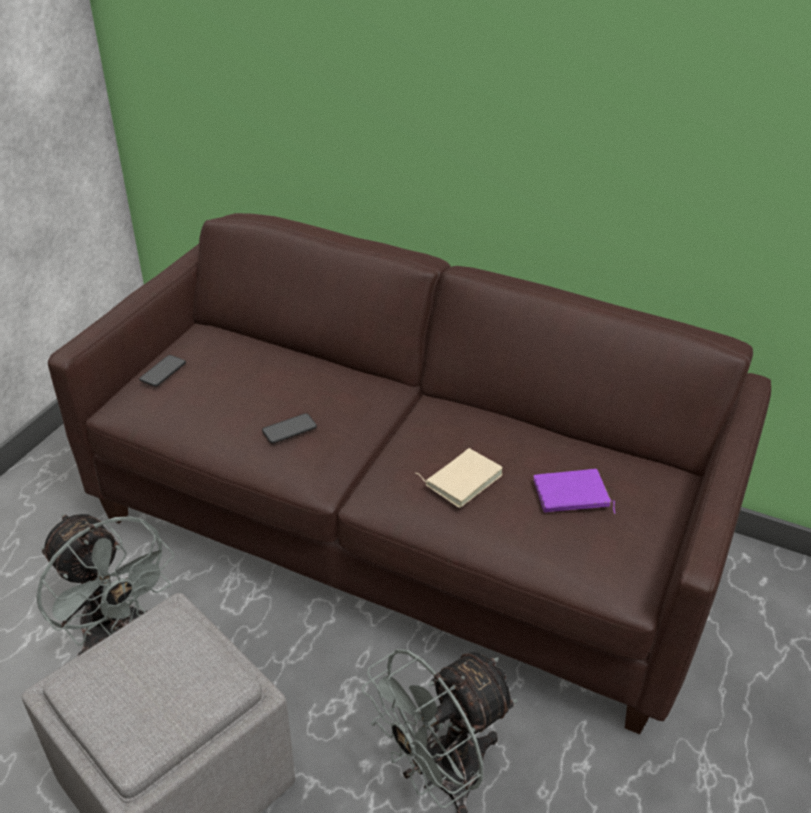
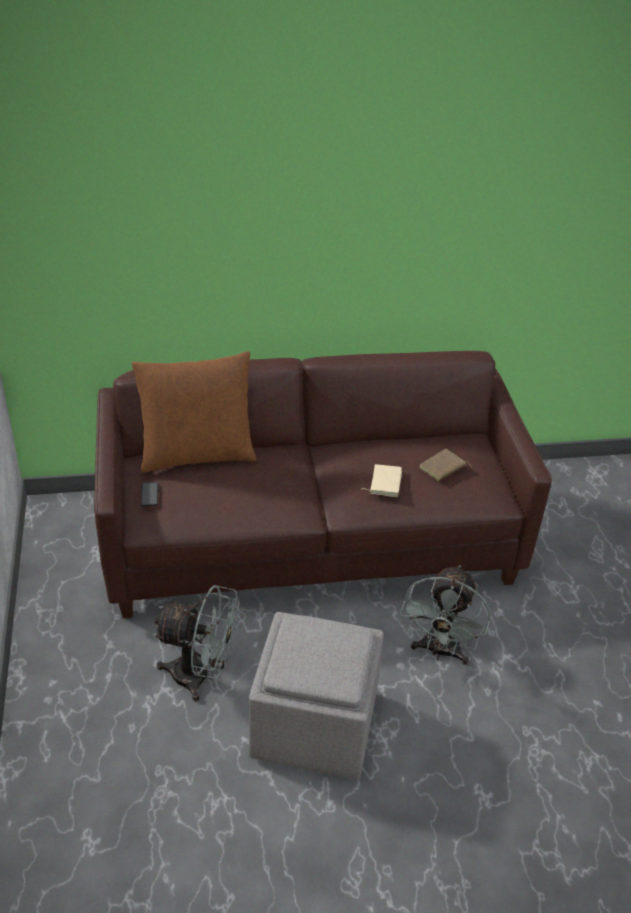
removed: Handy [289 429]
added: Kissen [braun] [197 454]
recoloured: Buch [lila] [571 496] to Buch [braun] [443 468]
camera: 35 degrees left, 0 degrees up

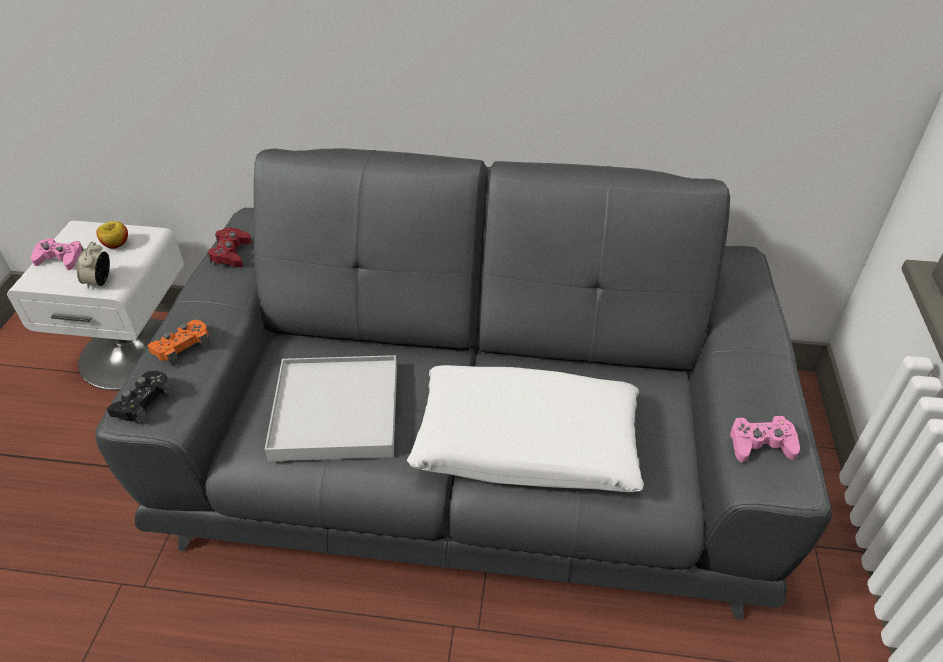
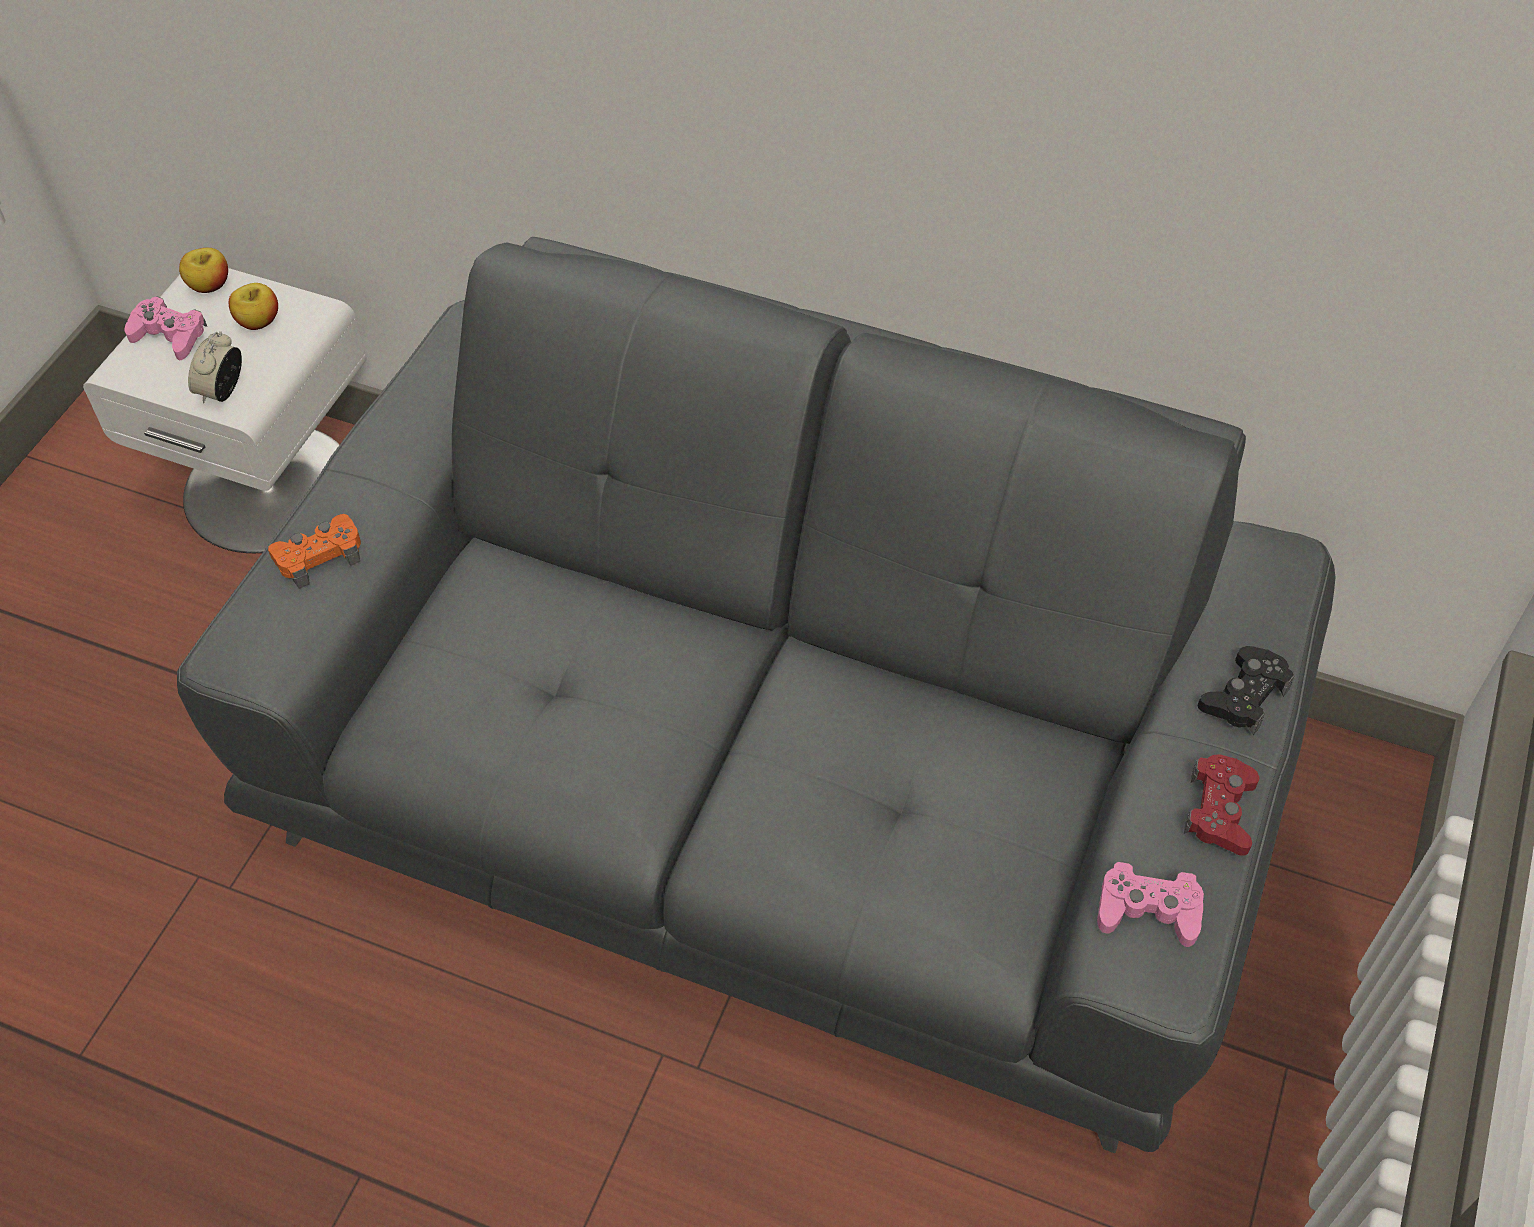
removed: Tablett [weiß] [335 412]; Kissen [weiß] [526 443]
added: Apfel [209 285]
moved: Gamepad [schwarz] [143 402] to [1244 696]; Gamepad [rot] [231 253] to [1219 811]
camera: 15 degrees right, 10 degrees up

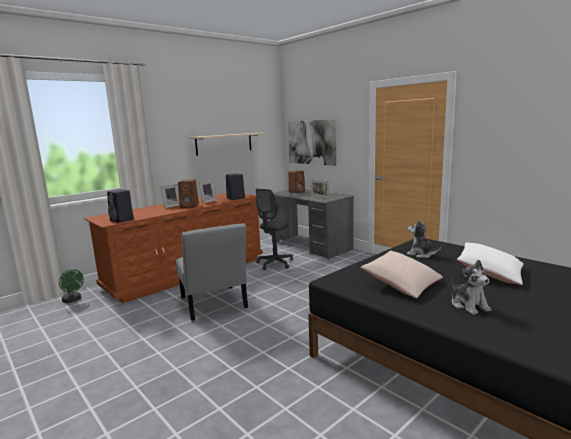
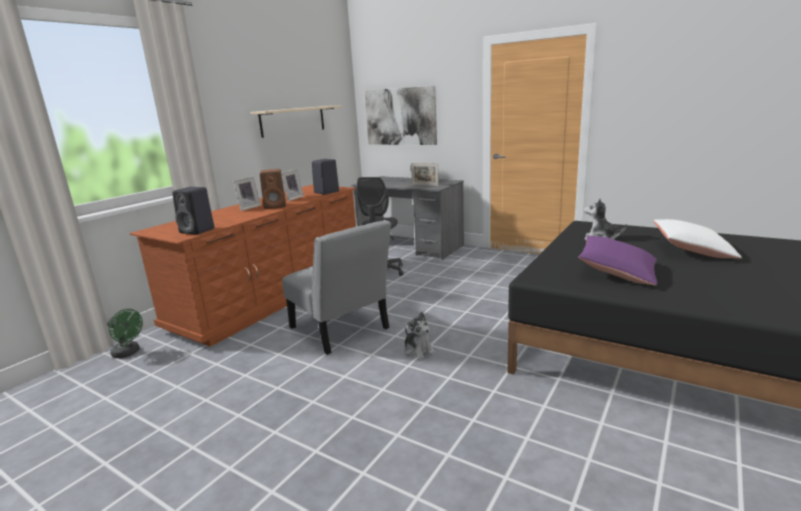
removed: Lautsprecher [braun] [297 191]
moved: Plüschtier [469 305] to [418 351]
recoloured: Kissen [beige] [401 284] to Kissen [lila] [617 272]
camera: 15 degrees left, 5 degrees up

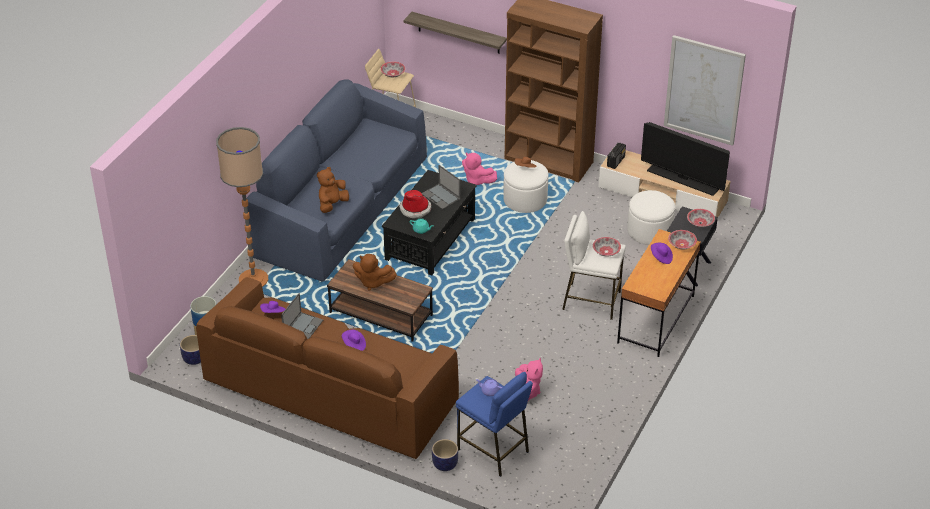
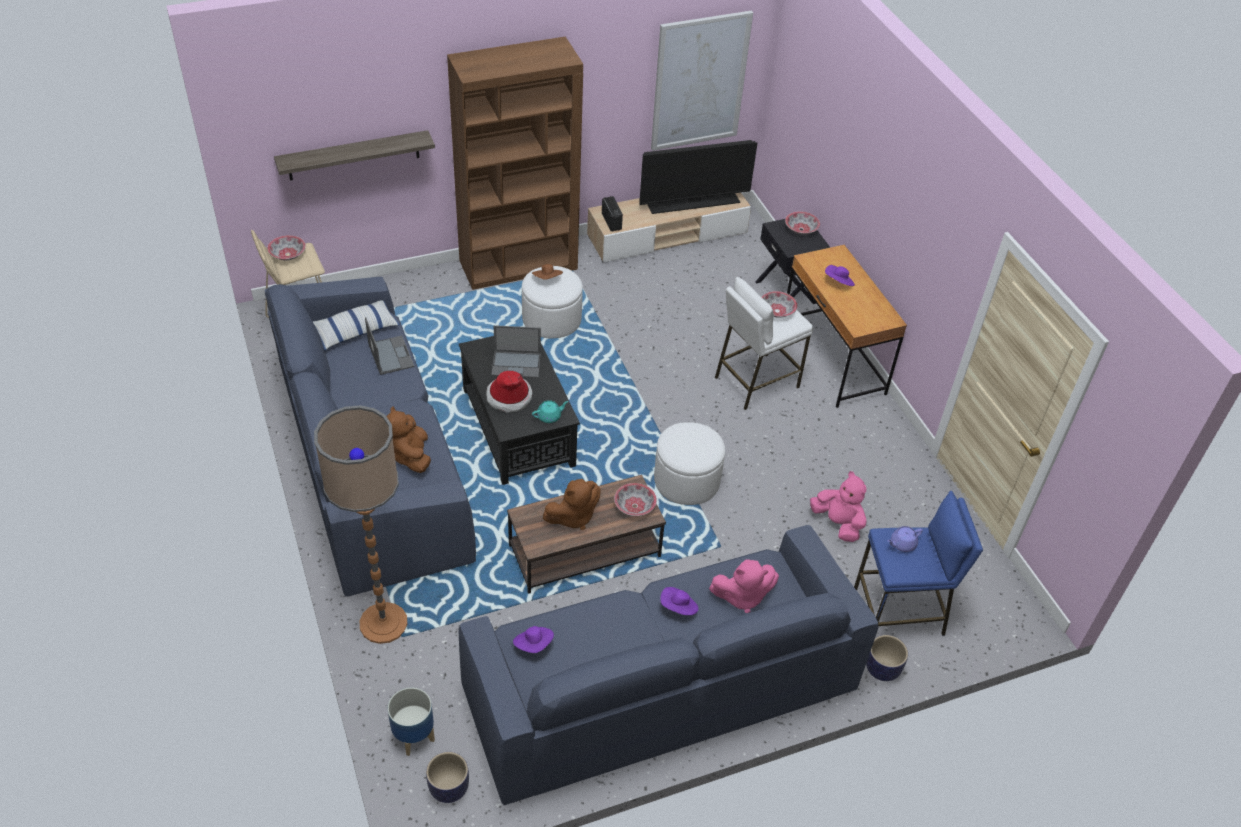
added: Kissen [355 330]
moved: Laptop [303 327] to [390 355]; Plüschtier [rosa] [477 180] to [742 596]; Polsterhocker [weiß] [649 231] to [686 480]; Schüssel [682 244] to [634 506]
recoloured: Sofa [braun] [330 391] to Sofa [blau] [660 689]
camera: 50 degrees left, 5 degrees up

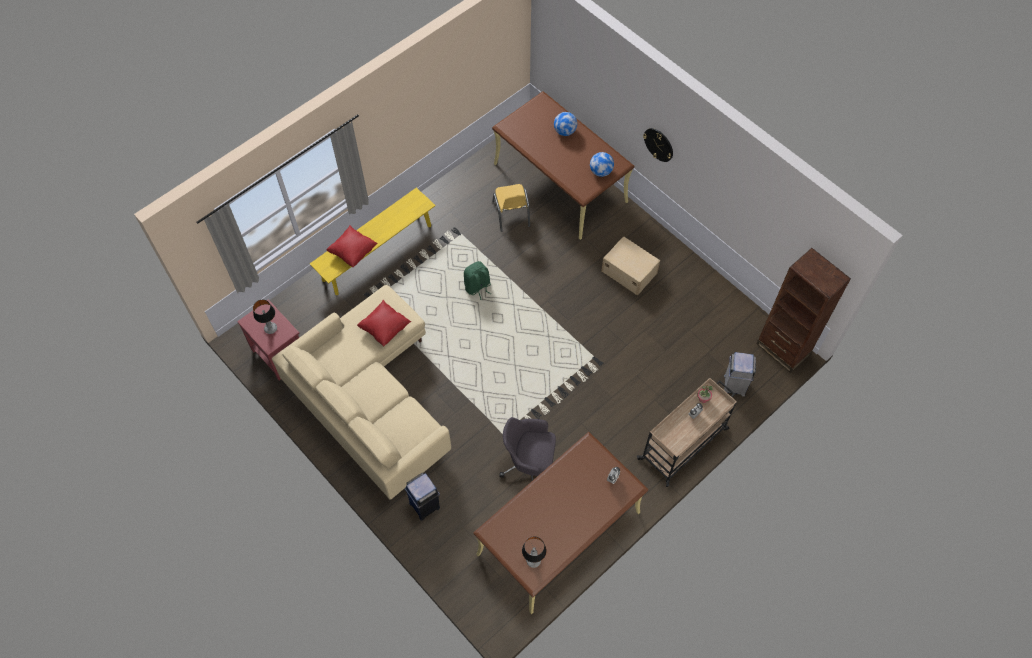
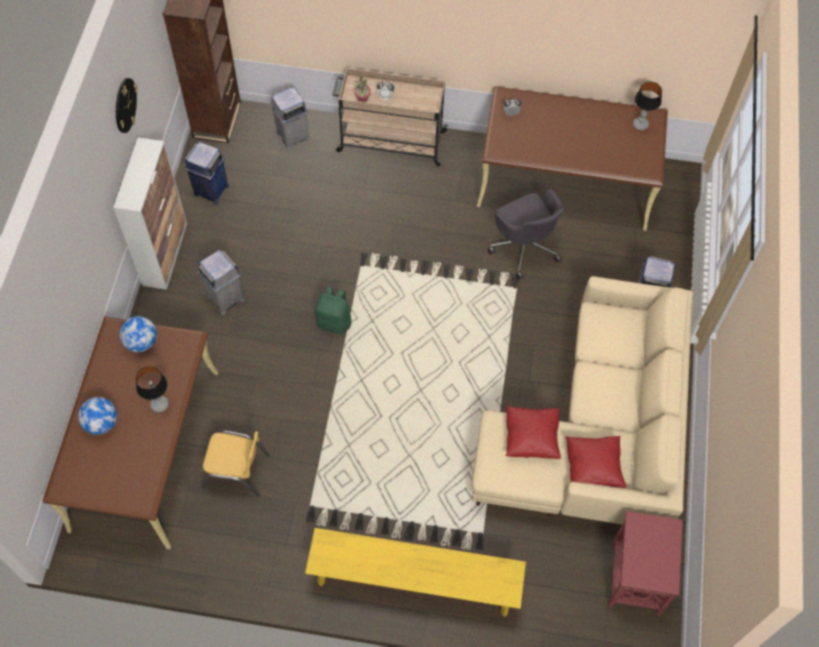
added: Schrank [165 254]; Mülleimer [blau] [211 191]
moved: Tischlampe [270 329] to [160 404]; Kissen [rot] [353 252] to [592 468]; Rucksack [grün] [477 287] to [334 322]; Wanduhr [658 144] to [125 105]
replaced: Aufbewahrungsbox [beige] [629 271] to Mülleimer [grau] [225 298]
turned: Stuhl [gelb] [511 214] = [236 470] 60 degrees clockwise
camera: 130 degrees left, 0 degrees up

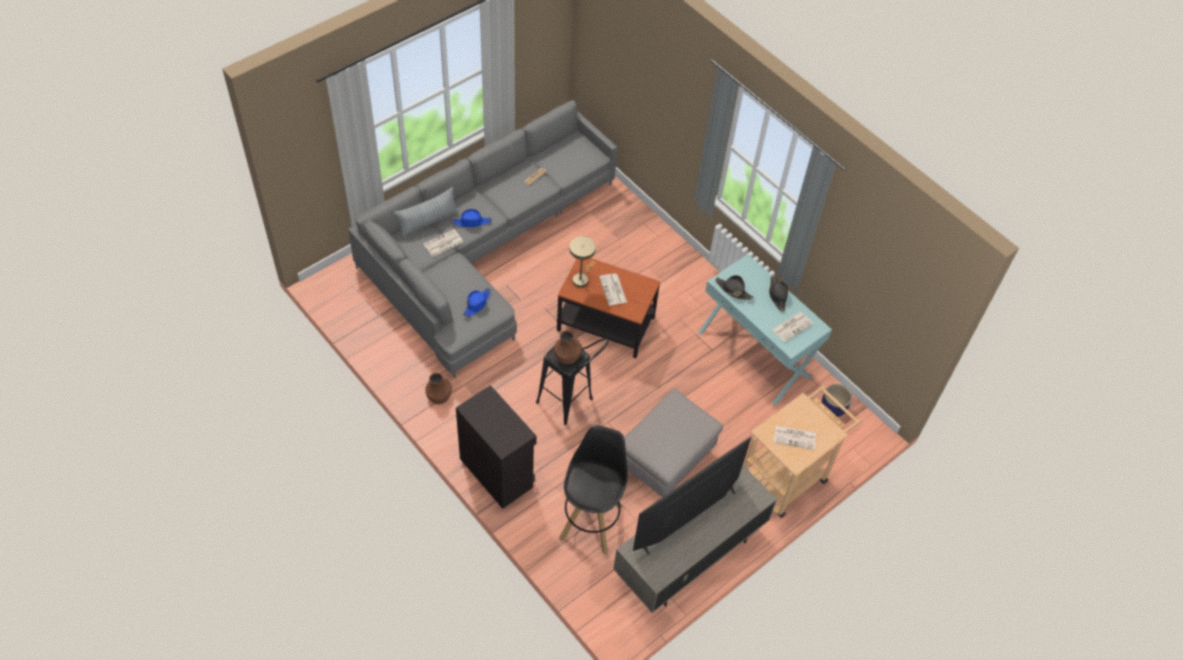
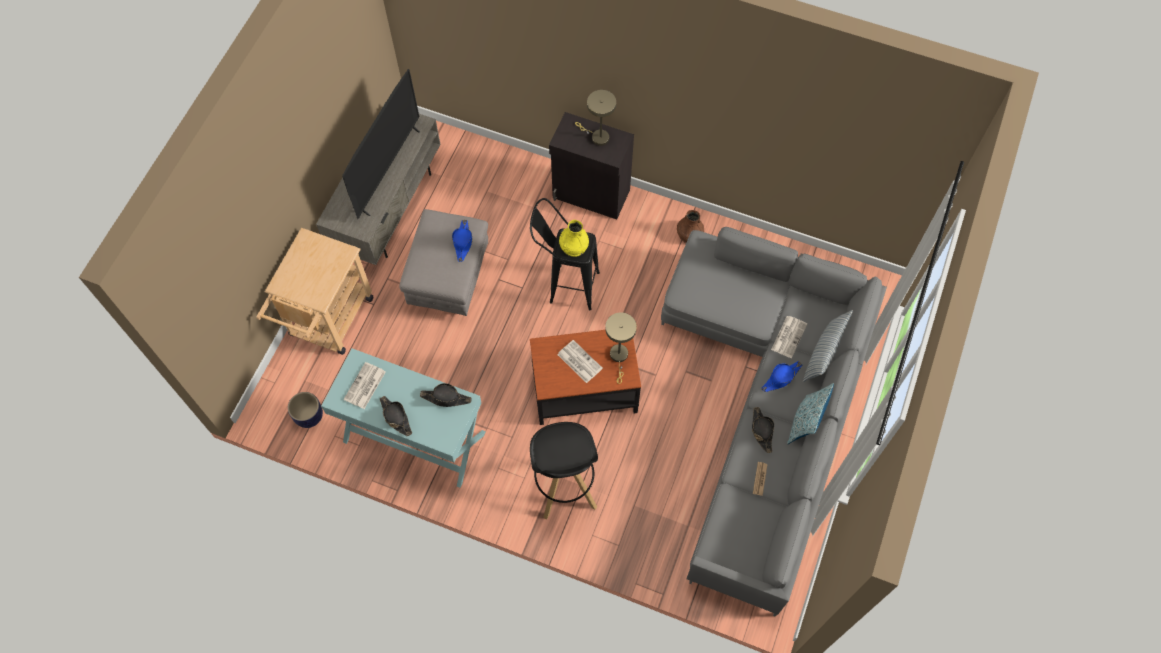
removed: Zeitung [795 437]
added: Tischlampe [beige] [597 137]; Hut [schwarz] [761 431]; Kissen [805 422]
moved: Hut [blau] [477 304] to [462 242]; Hocker [schwarz] [591 521] to [564 486]
recoloured: Vase [braun] [567 355] to Vase [gelb] [574 246]
camera: 155 degrees right, 10 degrees up

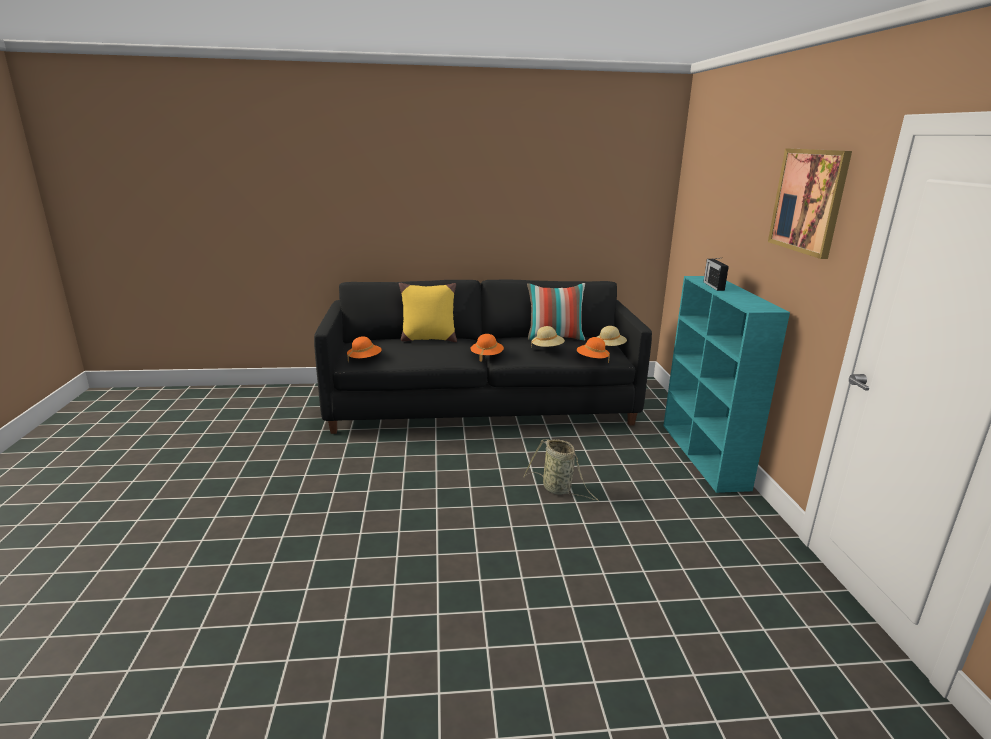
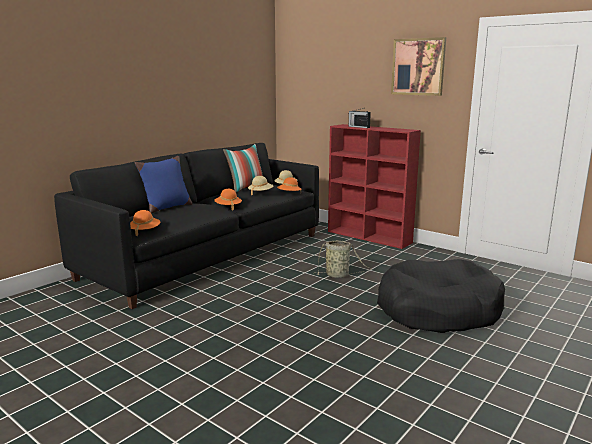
added: Hundebett [schwarz] [437 310]
recoloured: Kissen [gelb] [428 339] to Kissen [blau] [166 208]; Bücherregal [türkis] [704 456] to Bücherregal [rot] [369 237]
camera: 45 degrees left, 5 degrees down

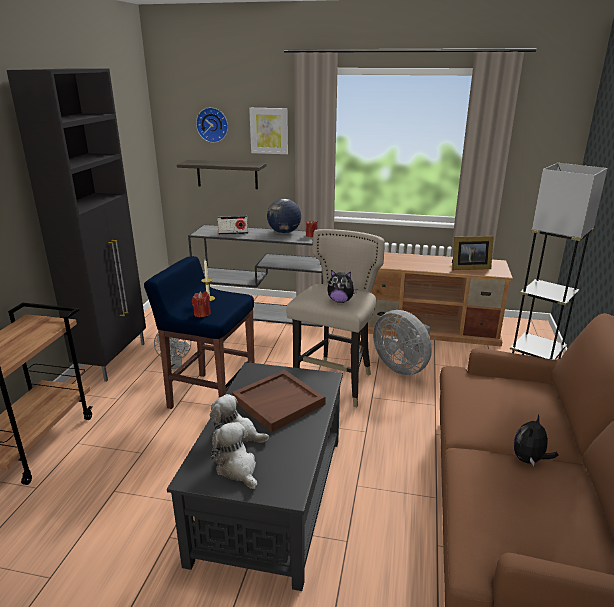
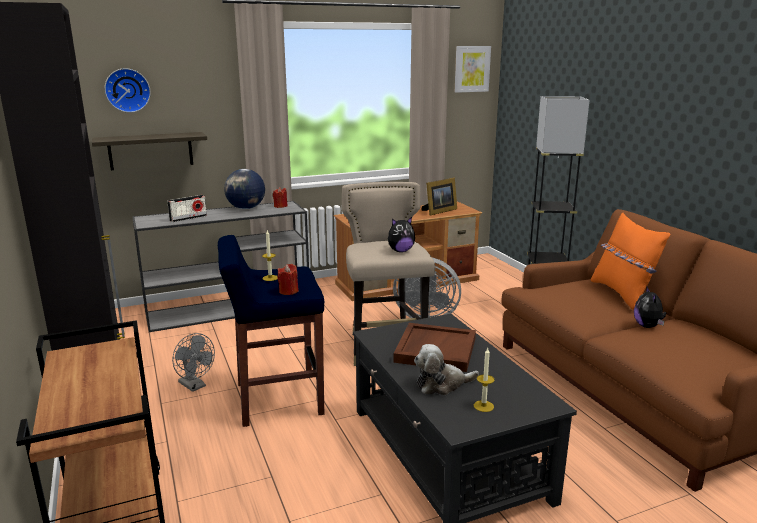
added: Kissen [orange] [622 294]
moved: Bild [269 130] to [471 69]
replaced: Plüschtier [237 468] to Kerze [483 406]
camera: 35 degrees left, 5 degrees down

